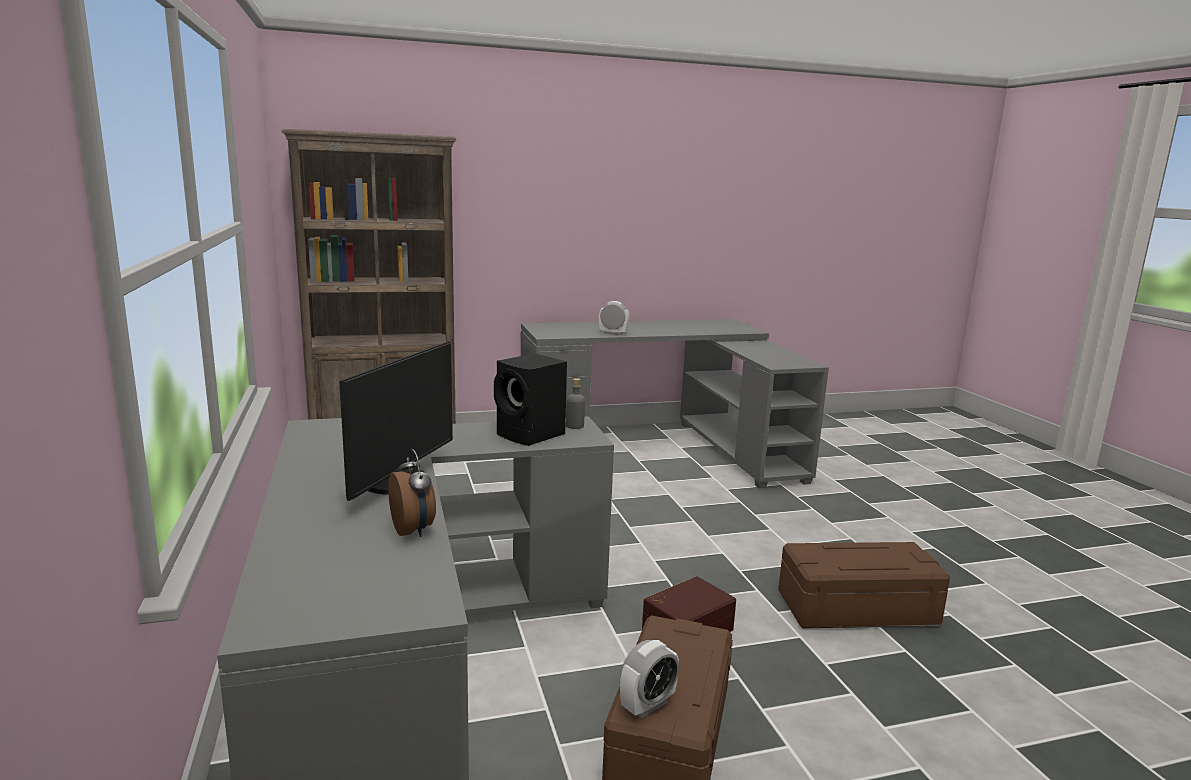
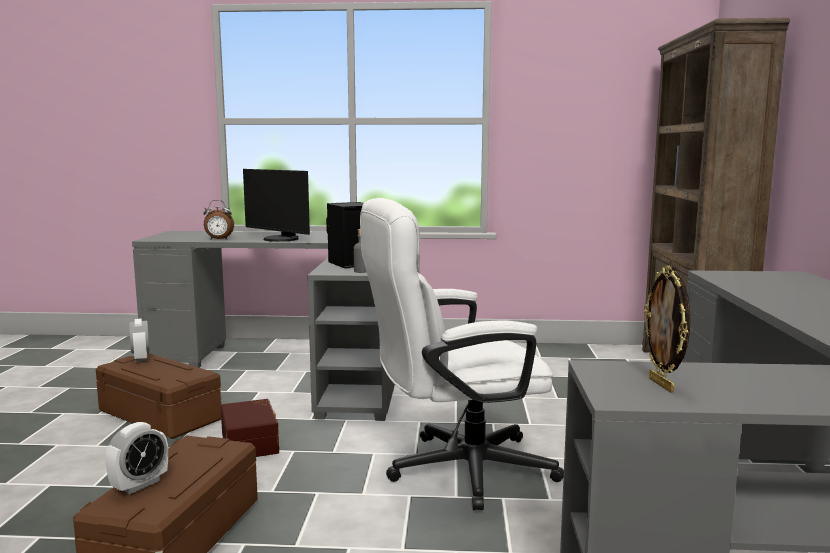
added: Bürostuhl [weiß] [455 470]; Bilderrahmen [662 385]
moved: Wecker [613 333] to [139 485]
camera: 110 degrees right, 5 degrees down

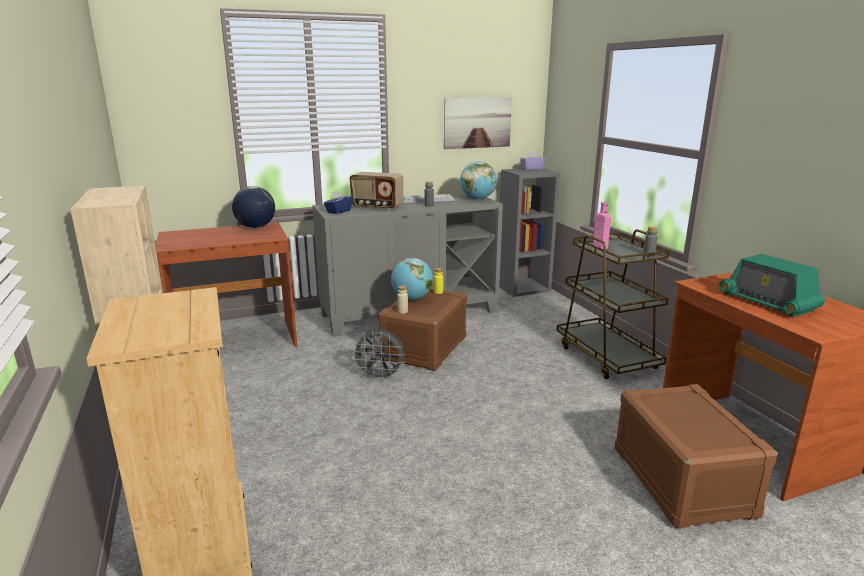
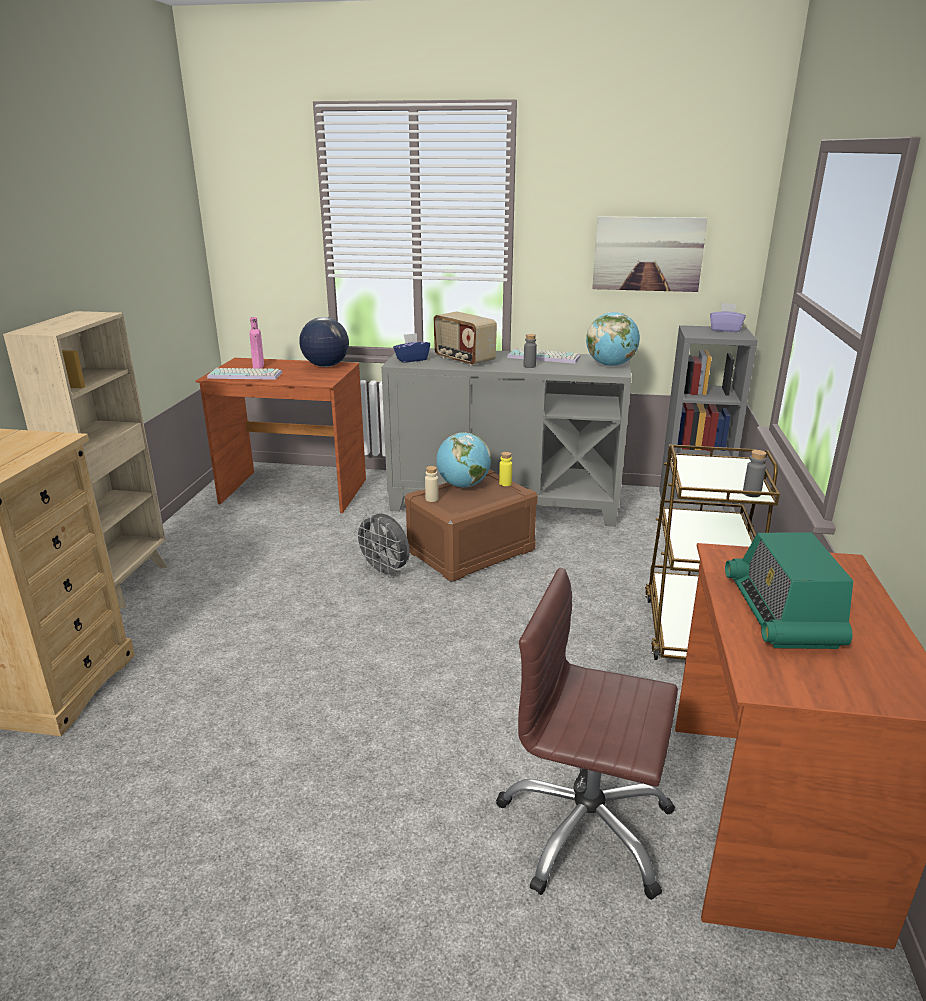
added: Tastatur [246 375]
moved: Flasche [rosa] [601 247] to [258 366]
replaced: Aufbewahrungsbox [braun] [680 481] to Bürostuhl [braun] [585 829]
camera: 30 degrees right, 5 degrees up

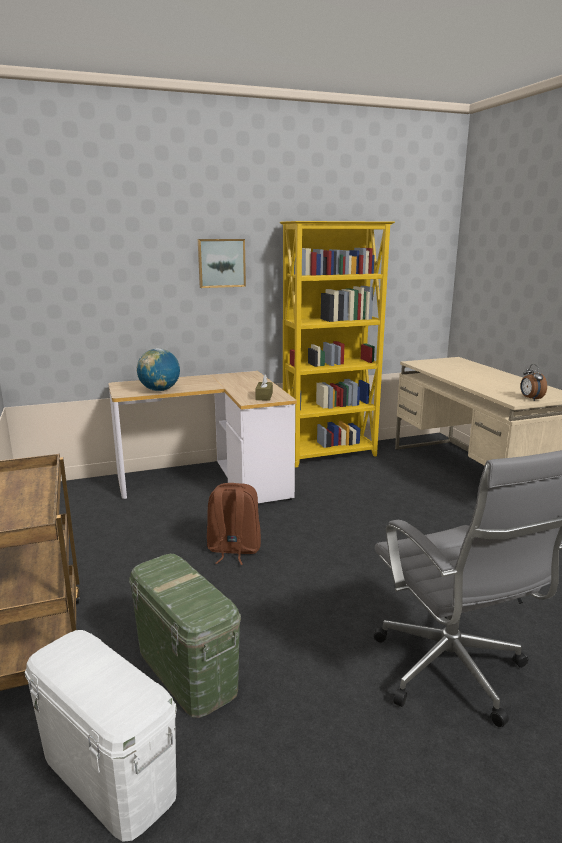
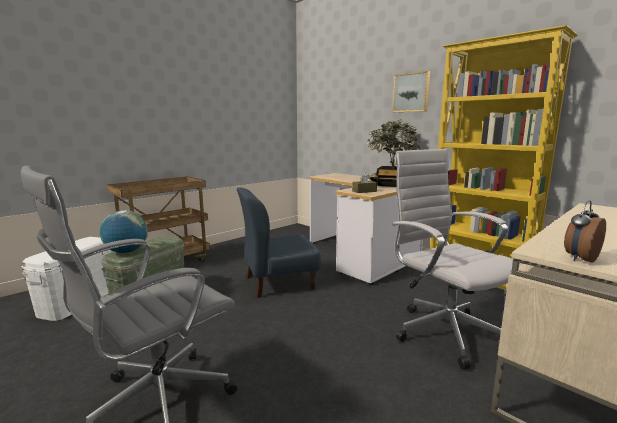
added: Topfpflanze [392 184]; Bürostuhl [weiß] [443 331]
moved: Globus [159 390] to [126 252]
replaced: Rucksack [braun] [233 550] to Stuhl [blau] [278 282]
camera: 65 degrees right, 5 degrees down

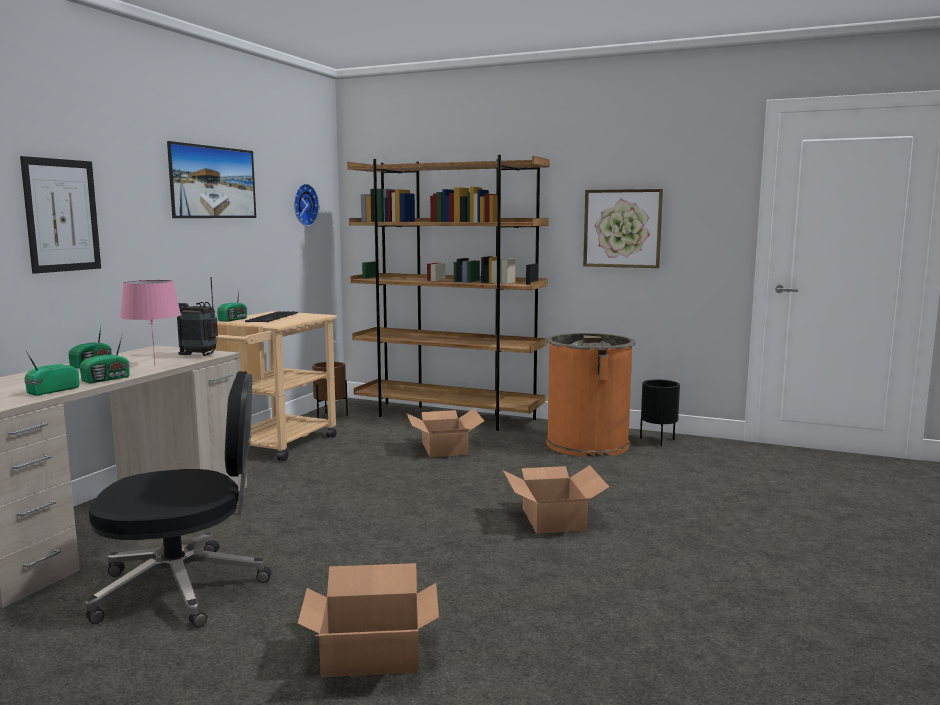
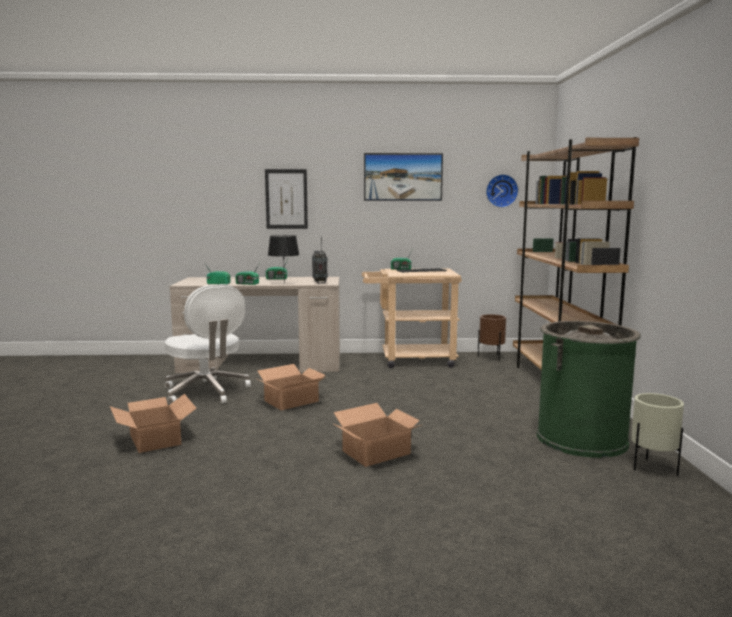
removed: Bild [622 228]
moved: Karton [445 448] to [292 401]
recoloured: Bürostuhl [schwarz] [184 588] to Bürostuhl [weiß] [206 391]; Tischlampe [rosa] [155 366] to Tischlampe [schwarz] [284 283]; Mülleimer [orange] [587 443] to Mülleimer [grün] [581 439]; Pflanzkübel [schwarz] [658 441] to Pflanzkübel [beige] [653 468]
camera: 65 degrees right, 0 degrees up

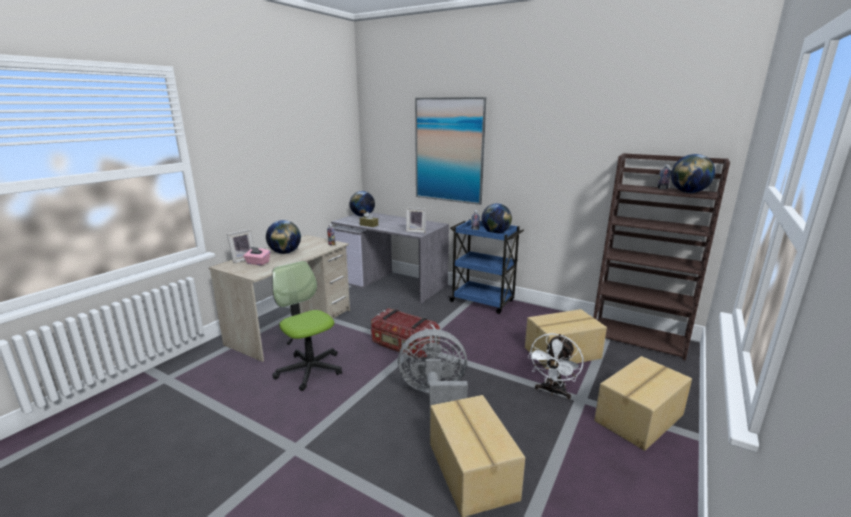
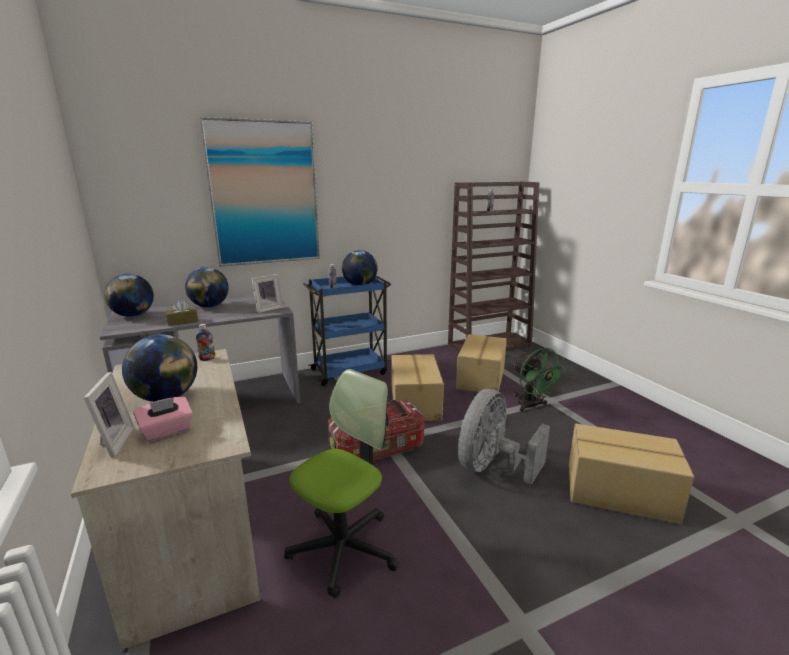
moved: Karton [640 418] to [416 403]; Globus [688 192] to [210 306]
recoloured: Ventilator [weiß] [553 391] to Ventilator [grün] [531 406]
turned: Bürostuhl [310 369] = [343 548] 135 degrees clockwise
camera: 55 degrees left, 0 degrees up

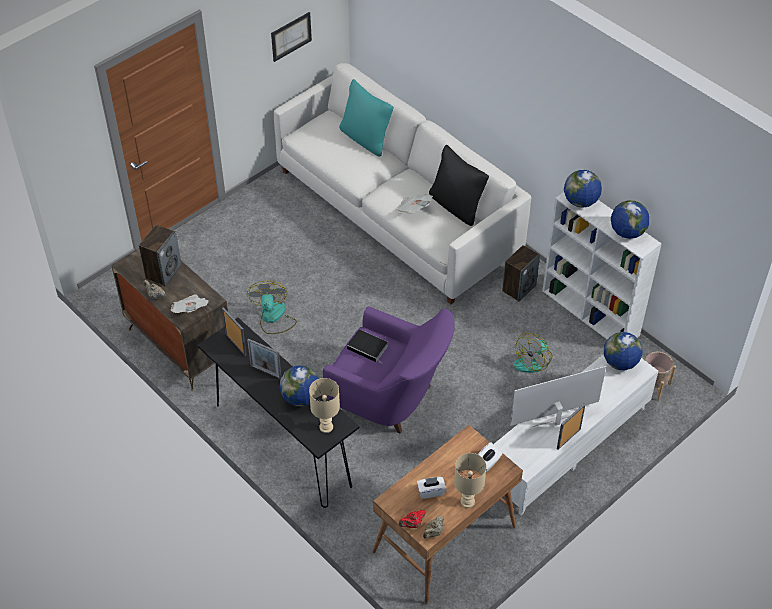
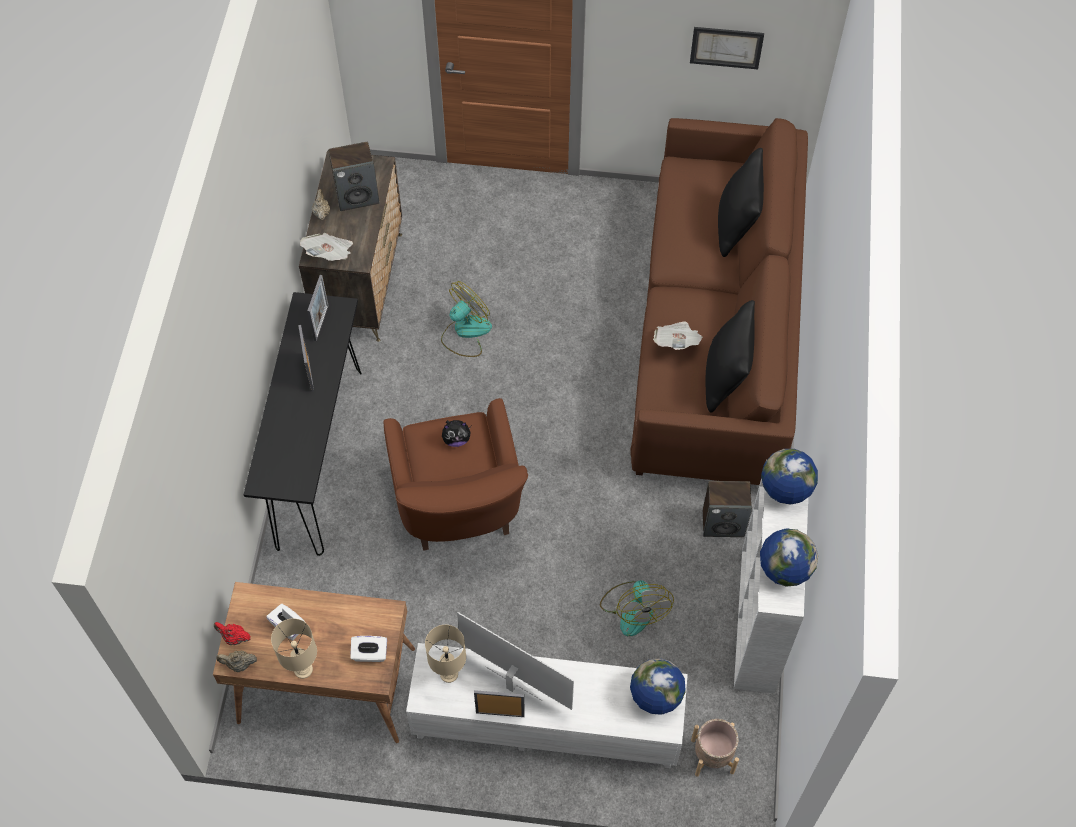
removed: Globus [301 398]
moved: Tischlampe [beige] [326 426] to [449 673]
replaced: Buch [368 347] to Plüschtier [456 439]
recoloured: Sofa [weiß] [398 212] to Sofa [braun] [715 333]; Sessel [lila] [391 399] to Sessel [braun] [459 510]; Kissen [türkis] [366 139] to Kissen [schwarz] [736 226]
turned: Ventilator [533 361] = [633 608] 105 degrees counterclockwise
camera: 50 degrees right, 10 degrees up

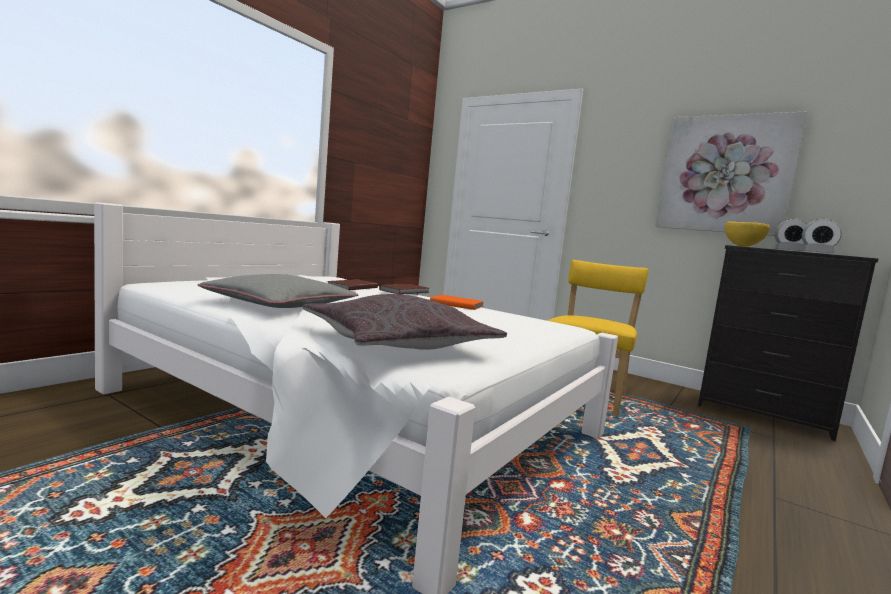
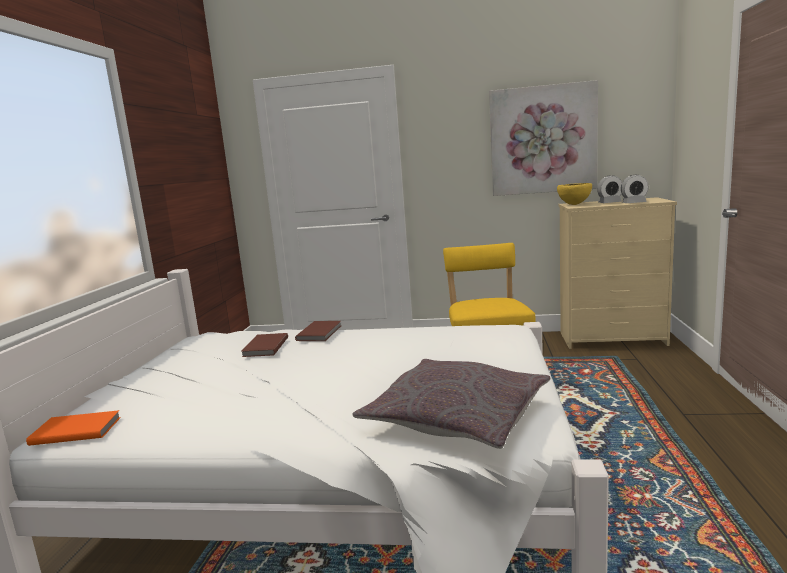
removed: Kissen [grau] [280 304]
moved: Buch [orange] [456 304] to [76 430]
recoloured: Kommode [schwarz] [764 415] to Kommode [beige] [613 339]
camera: 25 degrees left, 5 degrees up

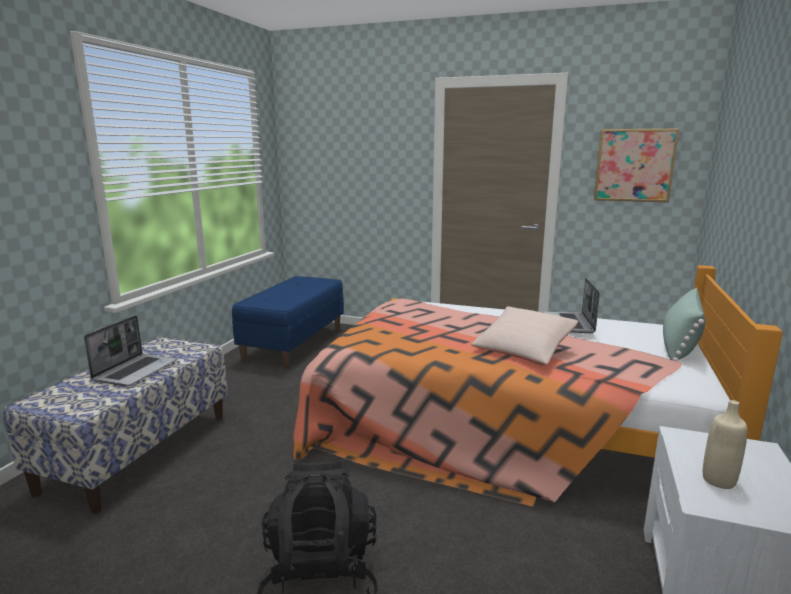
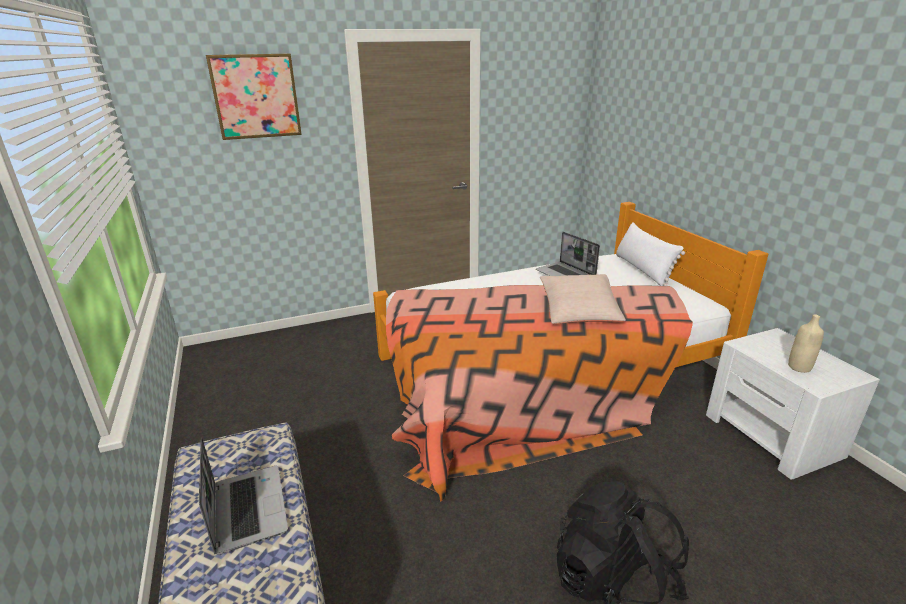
removed: Bank [blau] [294 344]
moved: Bild [634 165] to [256 96]
recoloured: Kissen [grün] [679 344] to Kissen [weiß] [642 270]
camera: 40 degrees left, 10 degrees up

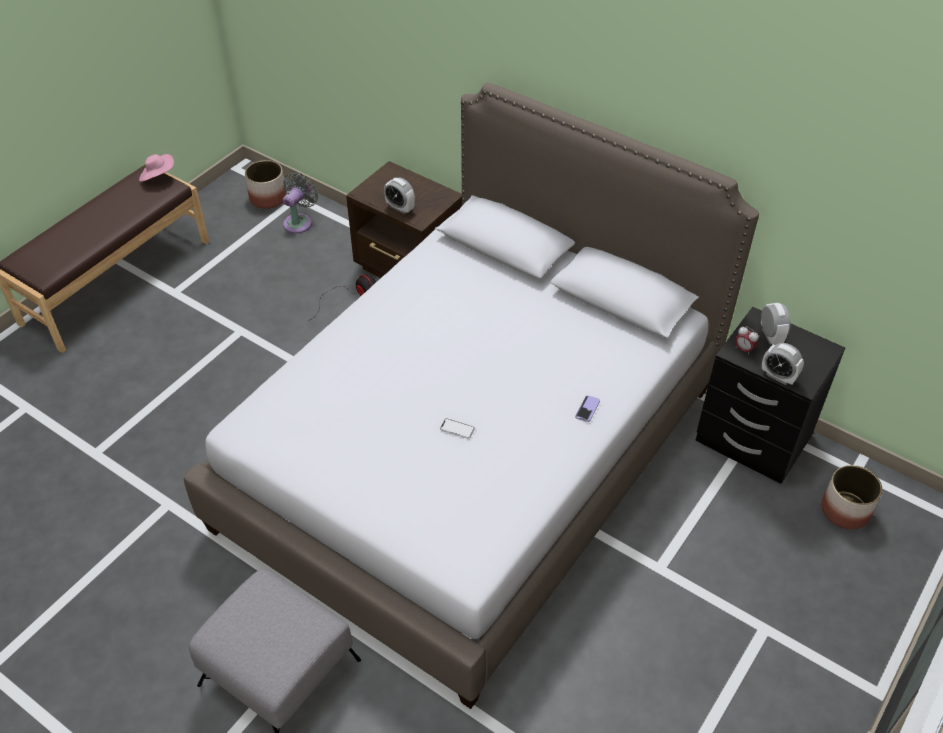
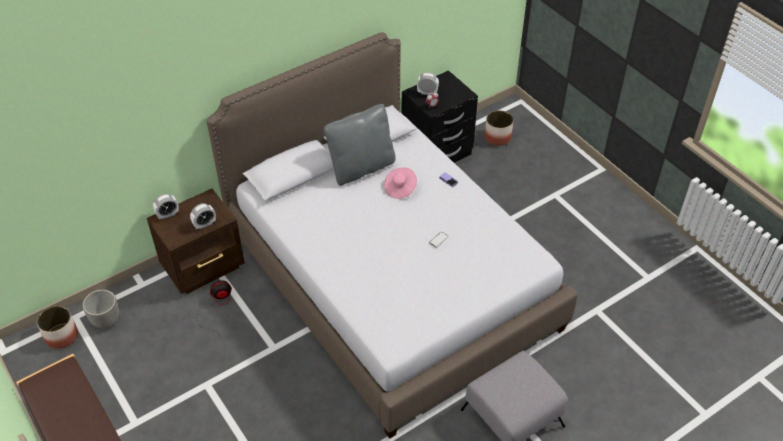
added: Kissen [grau] [361 168]
moved: Hut [rosa] [158 176] to [400 188]; Wecker [778 376] to [168 215]
replaced: Ventilator [grau] [299 222] to Pflanzkübel [106 321]
camera: 70 degrees left, 0 degrees up

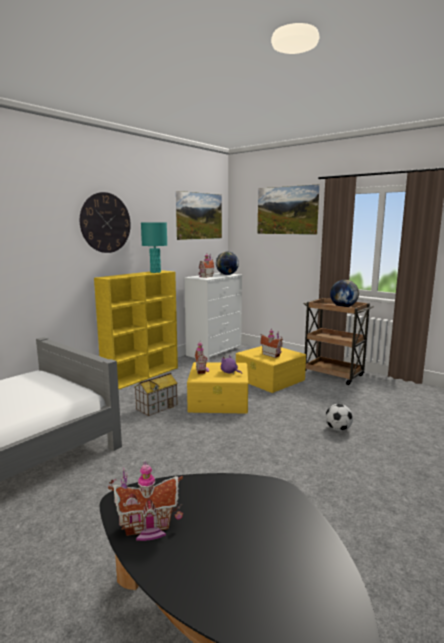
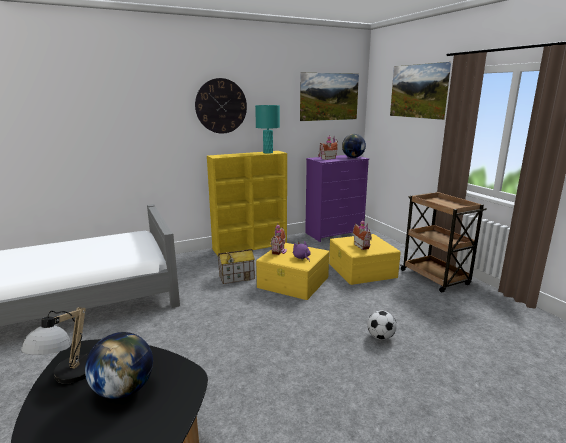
moved: Globus [343 307] to [124 390]
replaced: Spielzeughaus [148 529] to Tischlampe [68 378]
recoloured: Kommode [weiß] [214 352] to Kommode [lila] [334 233]
camera: 25 degrees right, 5 degrees up

